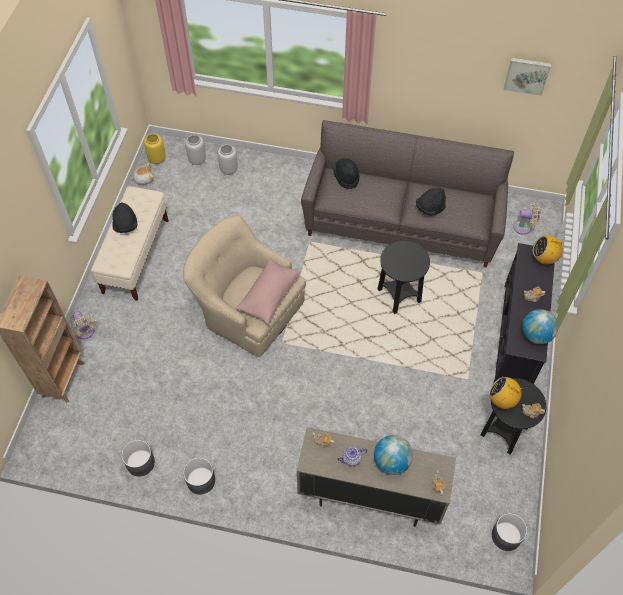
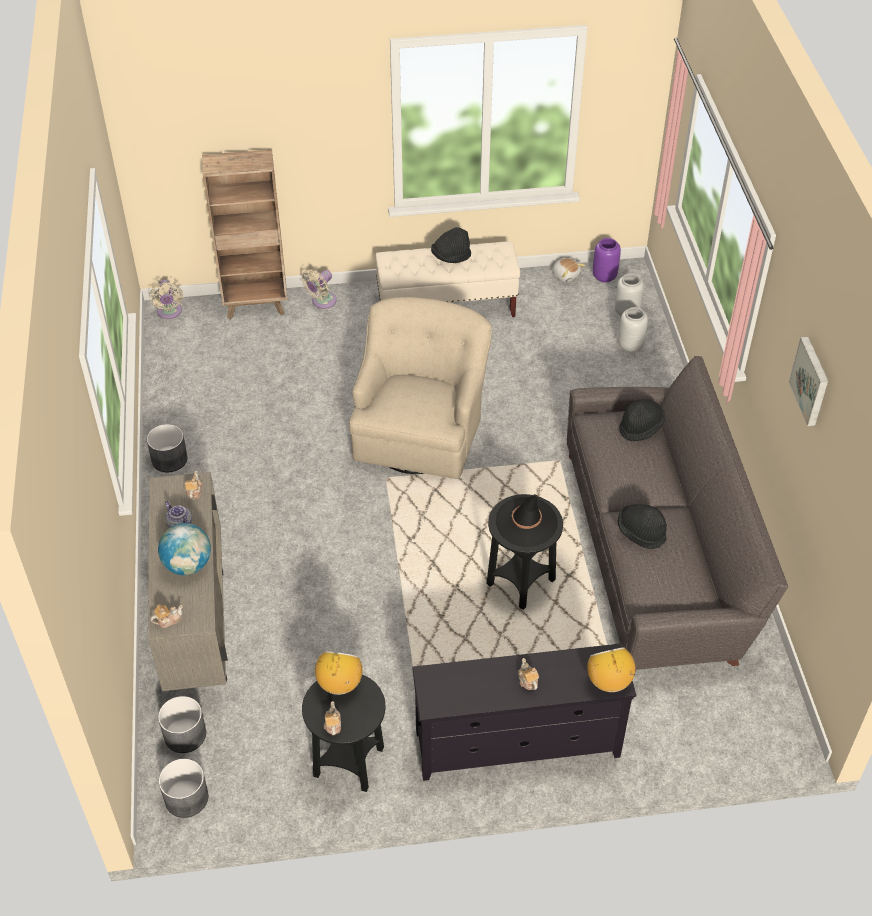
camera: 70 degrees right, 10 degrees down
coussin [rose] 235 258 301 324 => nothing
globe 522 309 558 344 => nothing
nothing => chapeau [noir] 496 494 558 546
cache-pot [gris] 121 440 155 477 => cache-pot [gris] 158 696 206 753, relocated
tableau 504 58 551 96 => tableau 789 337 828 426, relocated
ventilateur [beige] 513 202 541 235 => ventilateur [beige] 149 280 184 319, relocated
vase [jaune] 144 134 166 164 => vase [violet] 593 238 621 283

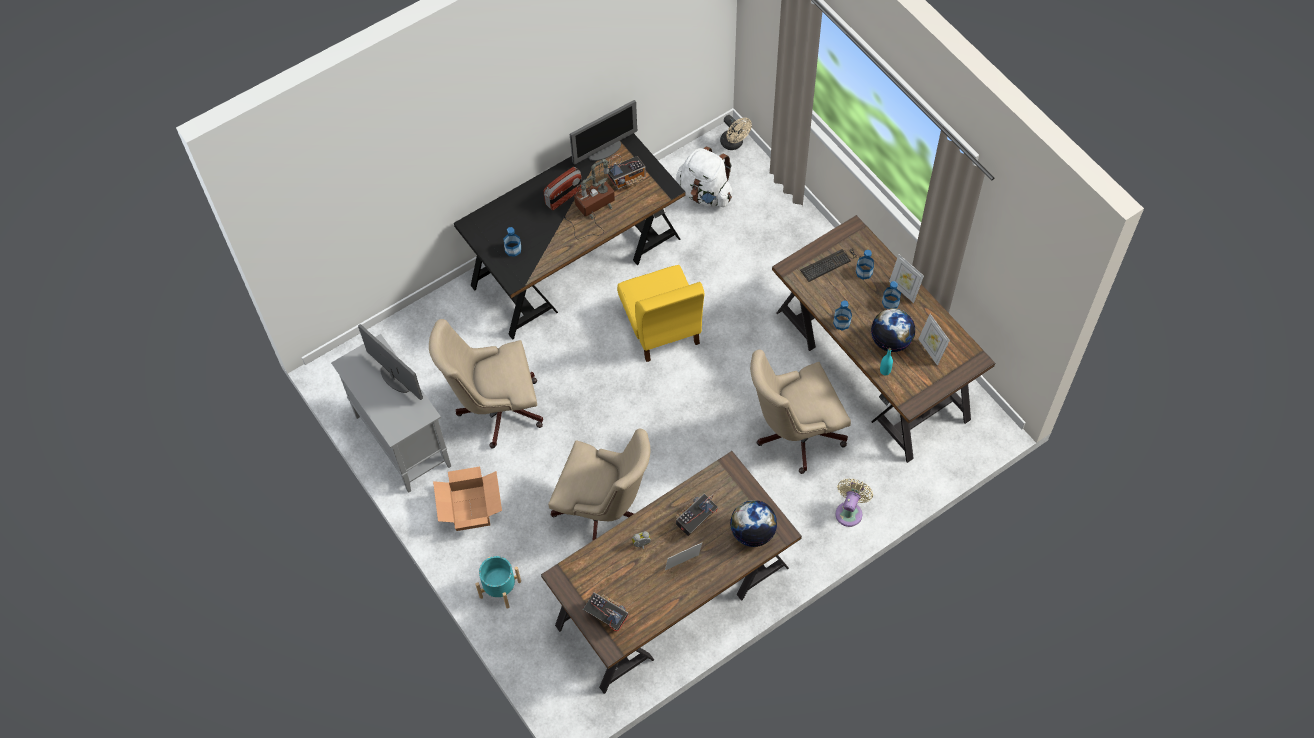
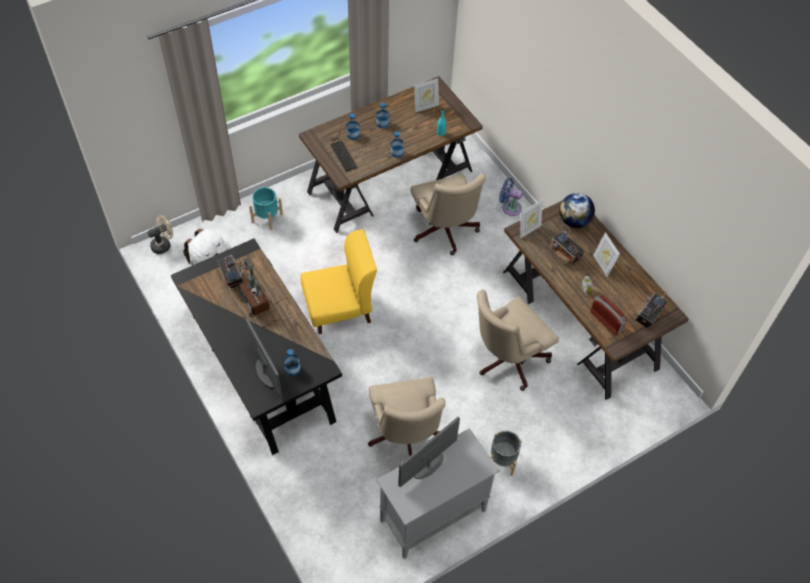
camera: 90 degrees left, 5 degrees down
globe 871 308 915 352 => nothing
cache-pot [turquoise] 476 556 521 609 => cache-pot [turquoise] 249 187 283 230, relocated
radio 543 167 582 210 => radio 590 294 627 336, relocated
écran d'ordinateur 570 100 638 165 => écran d'ordinateur 245 318 283 398, relocated
cadre photo 889 255 924 303 => cadre photo 520 200 542 239, relocated
carton 433 466 502 531 => cache-pot [gris] 489 431 522 476
ventilateur [beige] 835 478 873 527 => ventilateur [bleu] 499 178 523 216
chaise de bureau [beige] 548 428 650 541 => chaise de bureau [beige] 477 290 559 391, 150 degrees counterclockwise

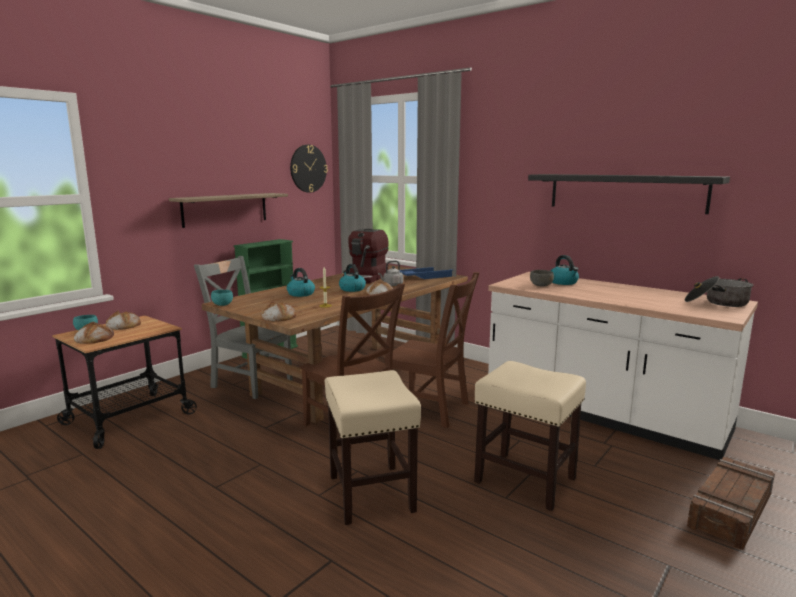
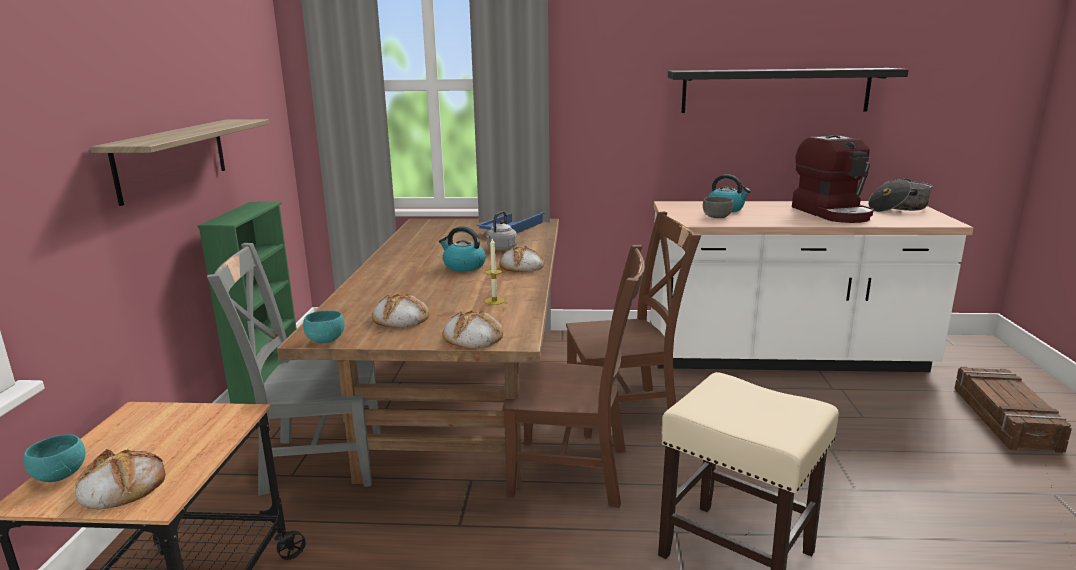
camera: 35 degrees left, 5 degrees up
bouilloire 287 268 315 297 => nothing
horloge murale 290 145 328 193 => nothing
tabouret [beige] 474 361 586 511 => nothing
pain 106 311 141 330 => pain 372 293 429 328, relocated
machine à café 343 229 389 284 => machine à café 792 135 874 223, relocated

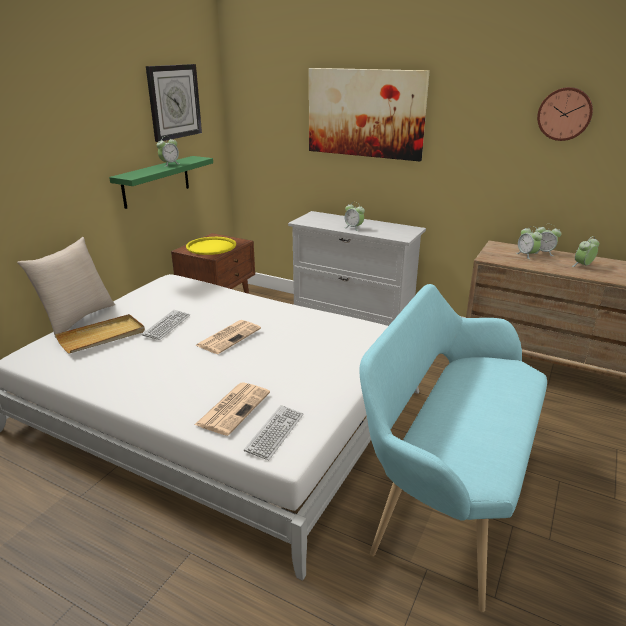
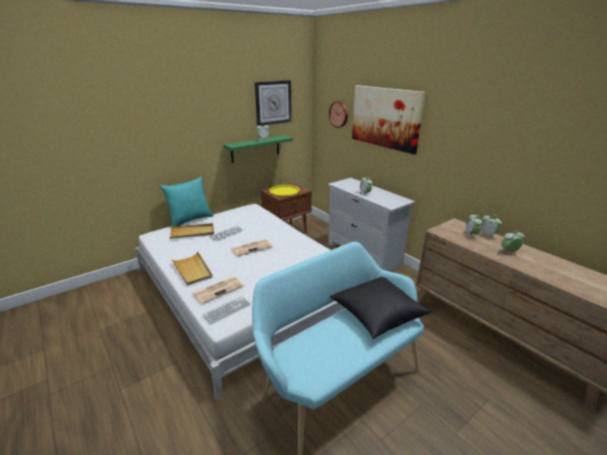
camera: 25 degrees right, 0 degrees up
nothing => plateau [beige] 171 251 213 286
nothing => coussin [noir] 330 277 431 339
horloge murale 537 87 593 141 => horloge murale 329 101 348 128, relocated
coussin [beige] 17 237 115 338 => coussin [turquoise] 160 176 213 227

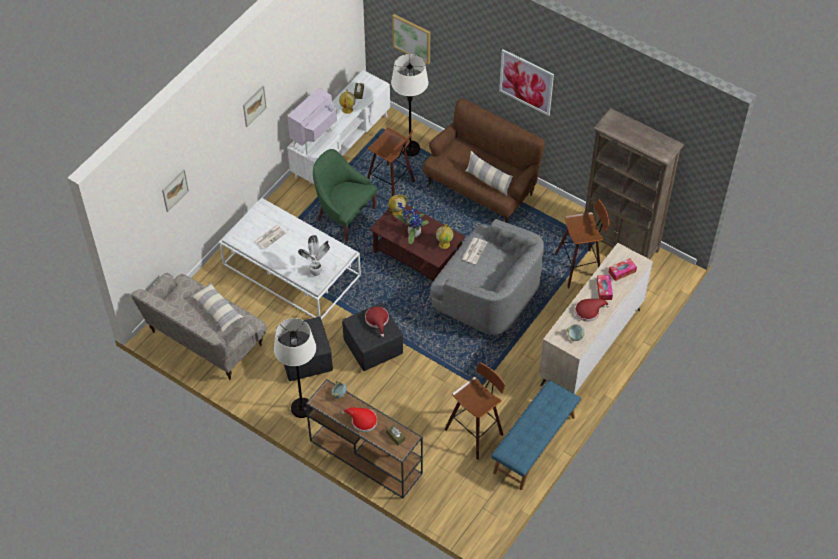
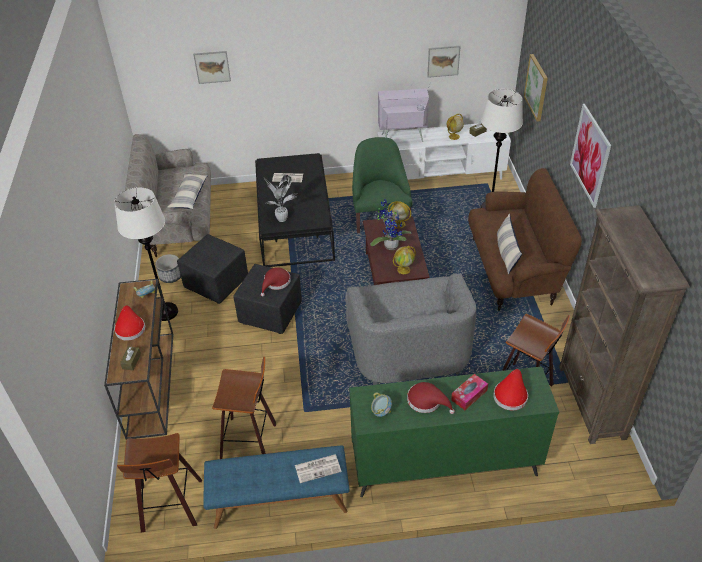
camera: 50 degrees right, 10 degrees down
nothing => cache-pot 155 254 181 283
tableau 243 86 267 127 => tableau 427 46 461 78, relocated
tabouret 367 127 415 196 => tabouret 117 433 202 532, relocated
journal 461 238 488 264 => journal 295 454 341 483, relocated
boîte à mouchoirs 609 258 637 281 => chapeau [rouge] 493 369 528 411
table basse [blanc] 219 198 361 320 => table basse [noir] 255 153 335 267
commode [beige] 539 243 653 394 => commode [vert] 349 366 559 497

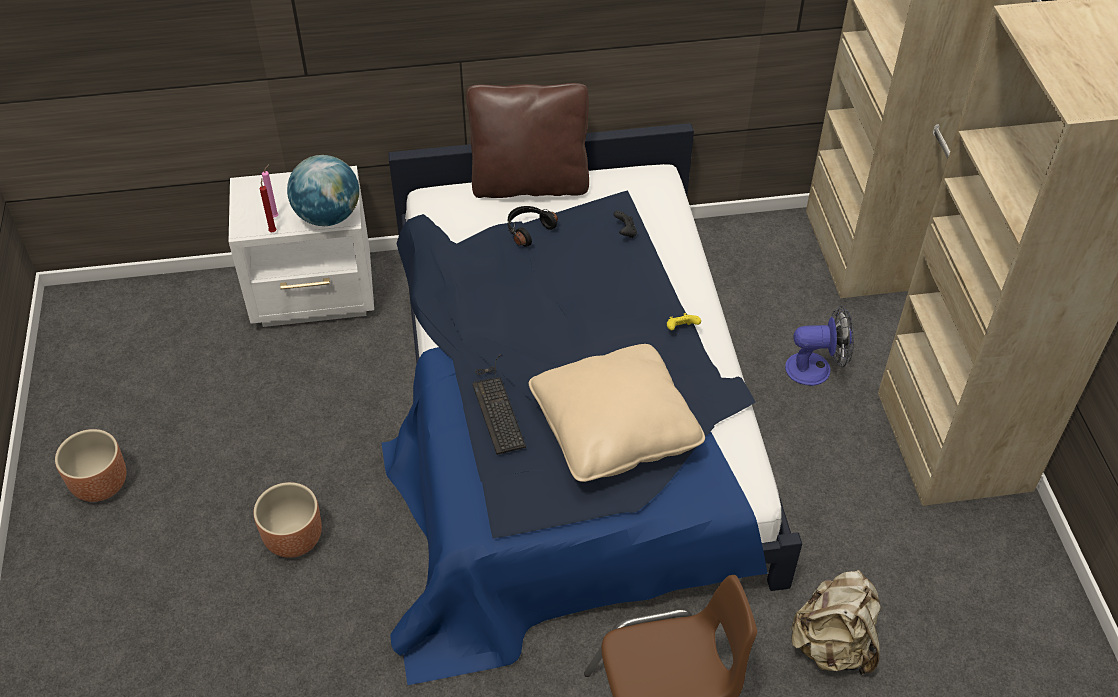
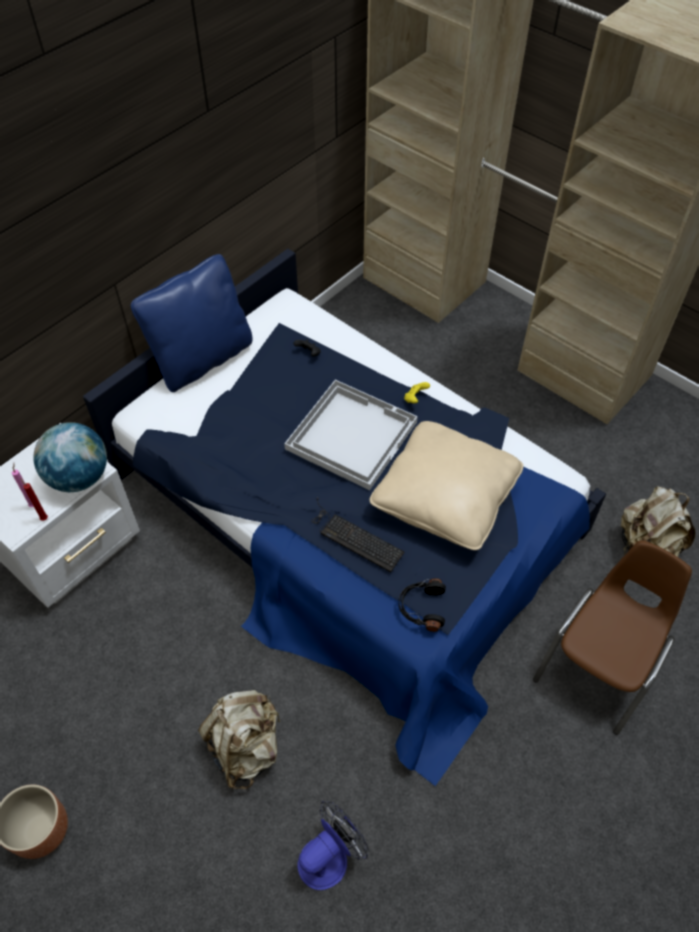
camera: 40 degrees left, 5 degrees up
nothing => plateau [blanc] 284 380 418 490
casque audio [noir] 508 206 558 247 => casque audio [noir] 399 578 446 632, relocated
ventilateur 785 306 854 386 => ventilateur 297 801 369 890, relocated
cache-pot [marron] 254 482 322 558 => sac à dos [beige] 198 690 280 789
coussin [marron] 466 83 589 198 => coussin [bleu] 131 254 253 392

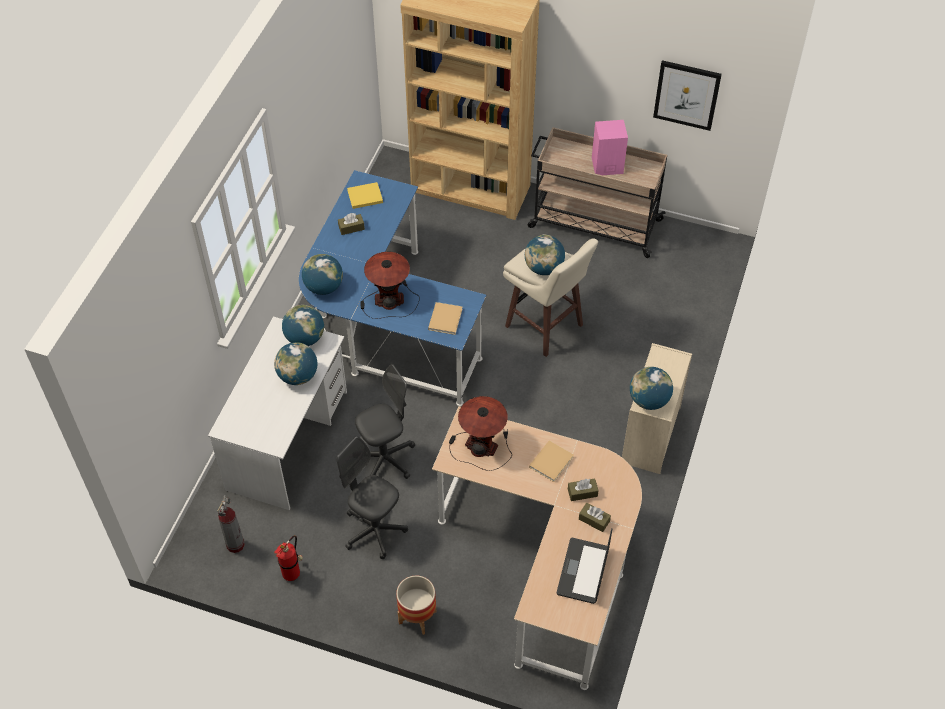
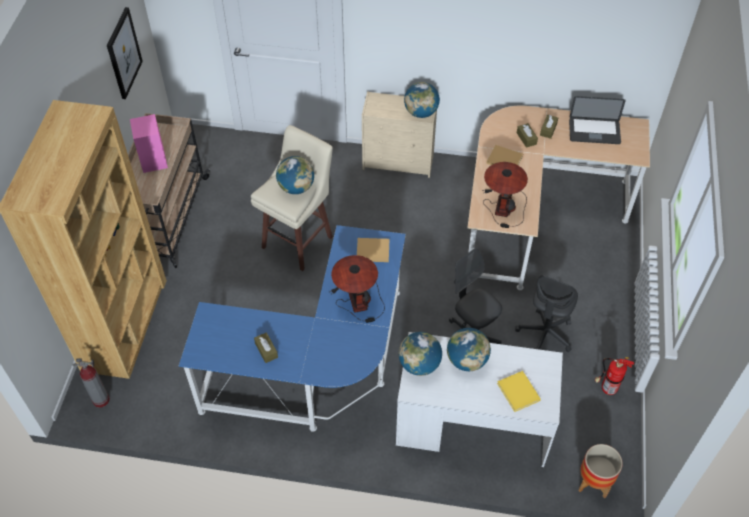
camera: 100 degrees left, 0 degrees up
globe 302 254 343 295 => nothing
extincteur 217 495 245 553 => extincteur 72 358 110 408, relocated
livre [jaune] 347 182 383 209 => livre [jaune] 497 371 541 412, relocated
cache-pot 396 576 436 635 => cache-pot 578 444 623 498, relocated

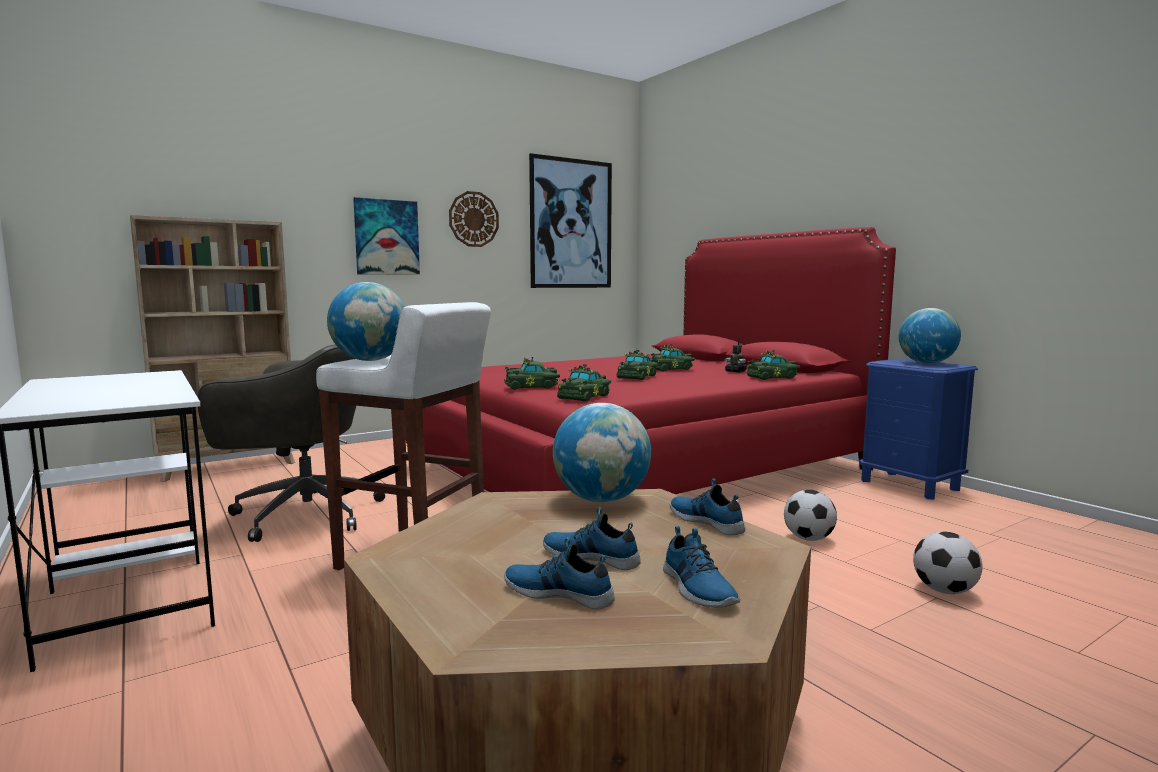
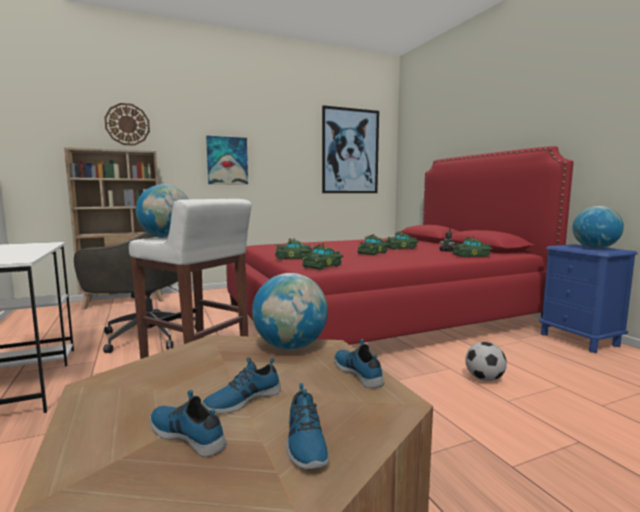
camera: 10 degrees right, 0 degrees up
ballon de foot 913 531 983 594 => nothing
horloge murale 449 191 499 247 => horloge murale 104 103 150 146, relocated
chaussure 543 507 641 570 => chaussure 202 357 281 413, 75 degrees counterclockwise

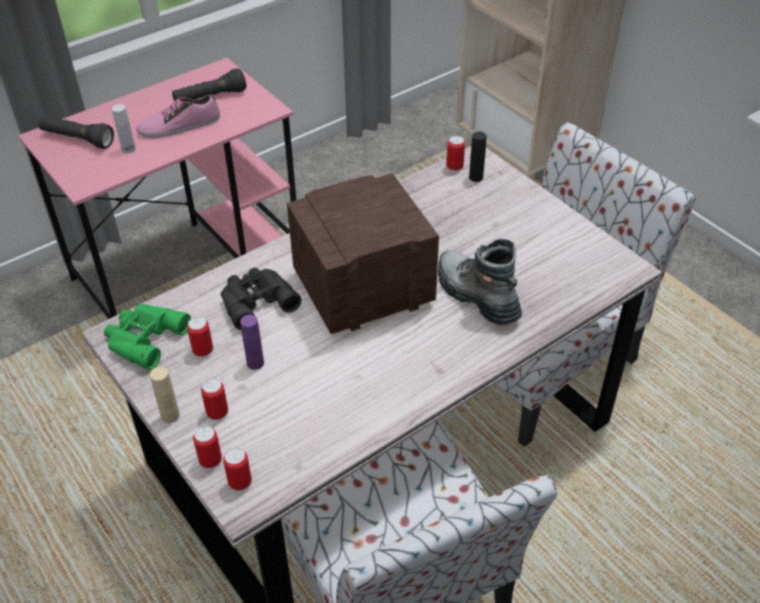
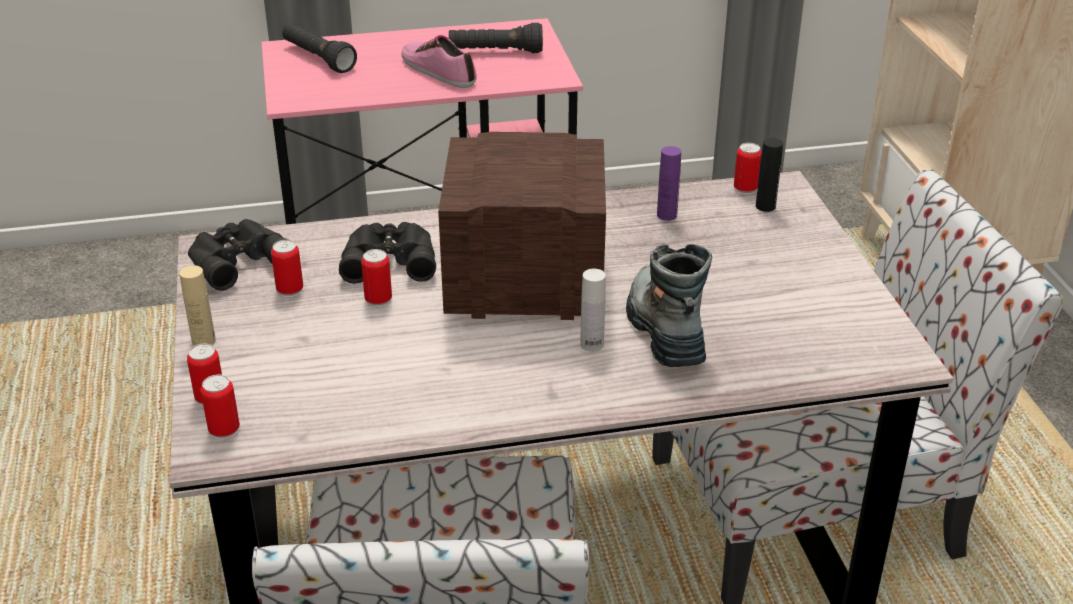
camera: 25 degrees right, 10 degrees down
bouteille [blanc] 112 104 136 154 => bouteille [blanc] 580 269 606 352, relocated
boîte métallique 201 378 228 421 => boîte métallique 361 249 392 308, relocated
bouteille [violet] 240 315 264 370 => bouteille [violet] 657 146 681 221, relocated
jumelles [vert] 104 304 191 370 => jumelles [noir] 188 219 288 291
chaussure 136 95 220 138 => chaussure 402 35 477 88, 45 degrees clockwise

